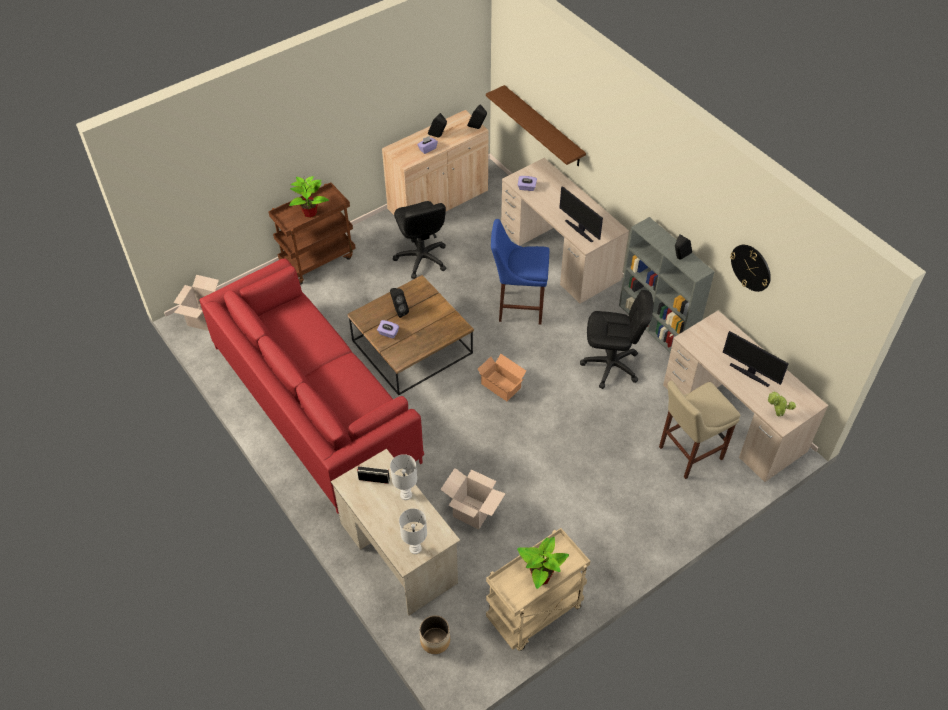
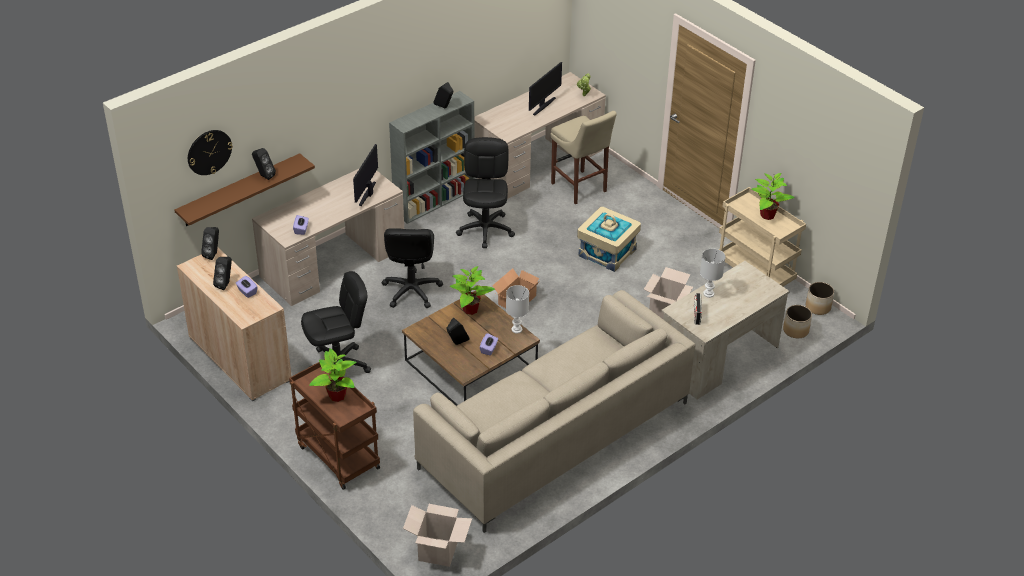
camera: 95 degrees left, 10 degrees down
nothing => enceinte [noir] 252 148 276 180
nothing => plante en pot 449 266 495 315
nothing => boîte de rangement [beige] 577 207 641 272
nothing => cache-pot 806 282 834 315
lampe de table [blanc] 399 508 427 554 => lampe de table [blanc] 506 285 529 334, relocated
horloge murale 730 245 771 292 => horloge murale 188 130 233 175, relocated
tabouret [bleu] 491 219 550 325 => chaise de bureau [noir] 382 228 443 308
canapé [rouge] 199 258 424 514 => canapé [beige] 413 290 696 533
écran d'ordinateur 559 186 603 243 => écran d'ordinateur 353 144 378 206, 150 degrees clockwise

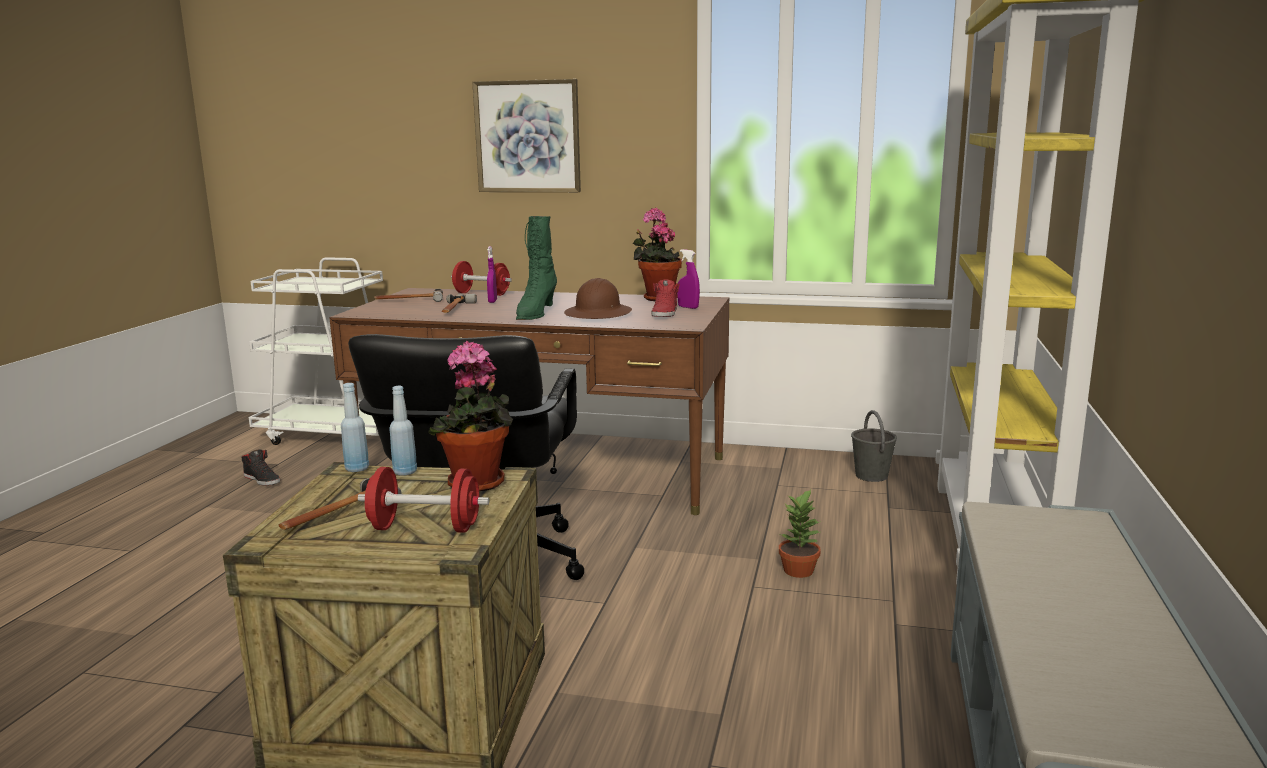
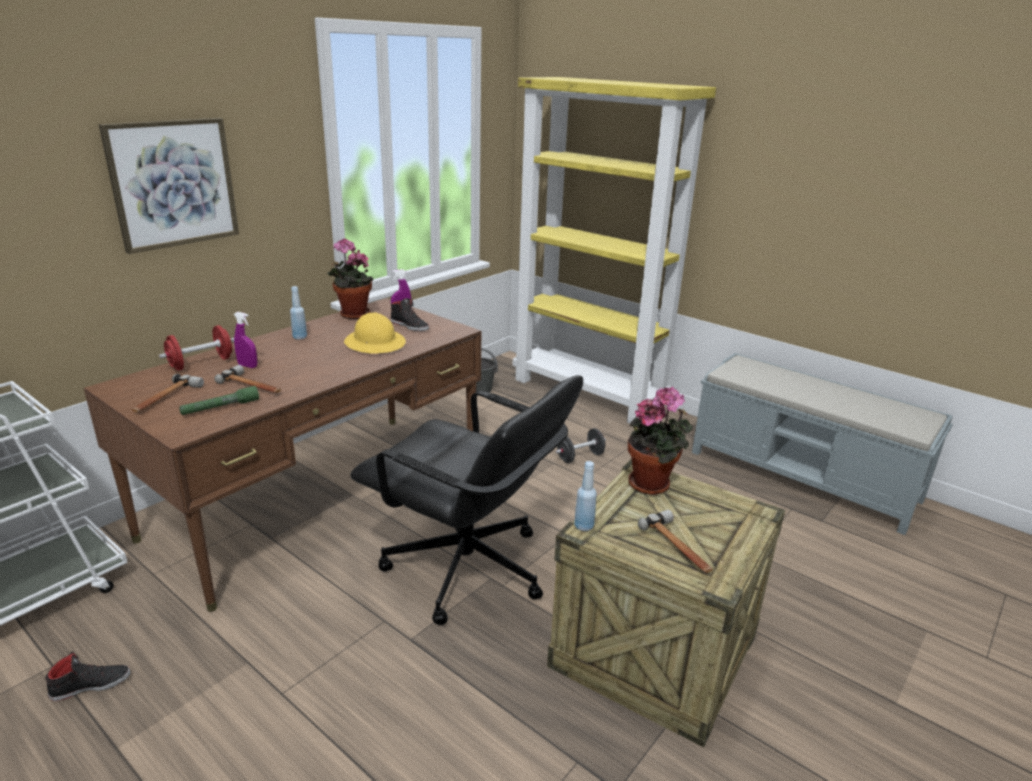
camera: 65 degrees left, 10 degrees up
haltère [rouge] 358 467 489 533 => nothing
botte [vert] 516 216 557 320 => nothing
nothing => lampe de poche [vert] 179 386 259 415
bouteille [bleu] 389 386 417 476 => bouteille [bleu] 290 286 307 340, relocated
plante en pot 779 489 821 578 => haltère [noir] 556 428 606 463
casque de chantier [marron] 564 278 632 319 => casque de chantier [jaune] 344 312 406 354
chaussure [rouge] 651 279 680 317 => chaussure [noir] 390 298 429 331

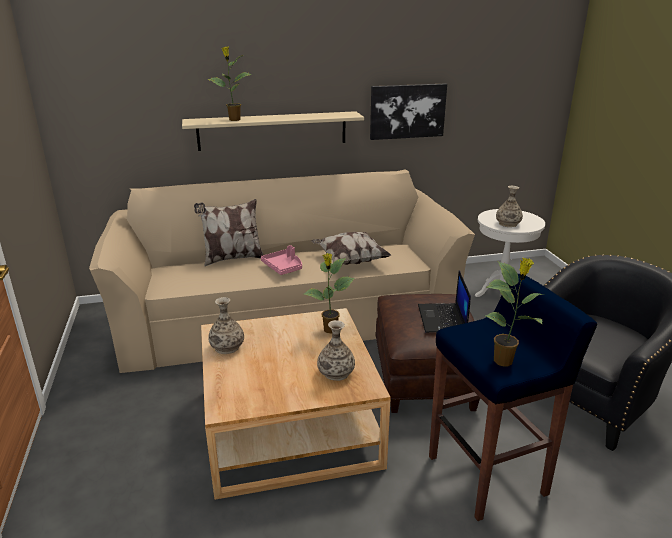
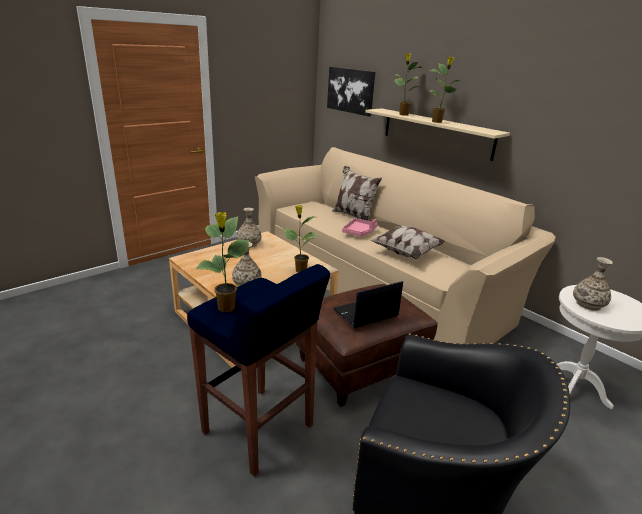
camera: 60 degrees right, 0 degrees up
nothing => plante en pot 429 56 459 123
tableau 370 84 447 140 => tableau 327 67 375 116, relocated

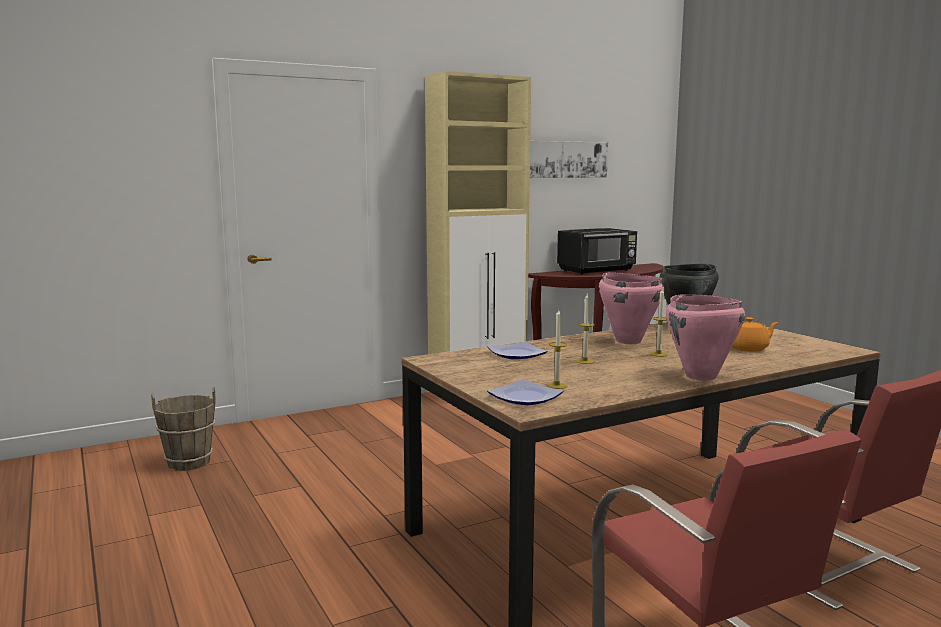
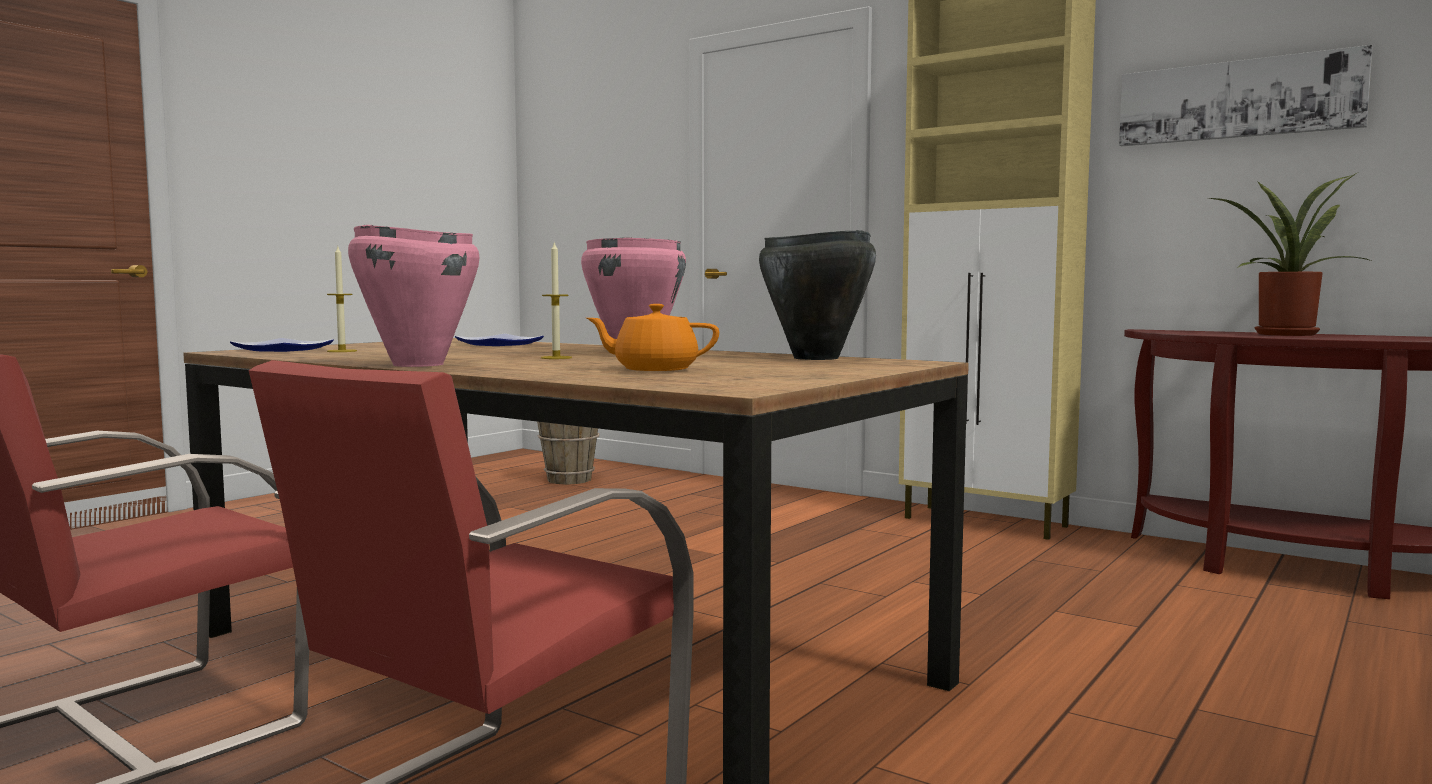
camera: 65 degrees right, 5 degrees down
bougie 576 293 595 364 => nothing
micro-ondes [noir] 557 228 637 275 => plante en pot 1210 172 1373 336
théière [orange] 732 317 779 352 => théière [orange] 586 304 719 371, 135 degrees clockwise

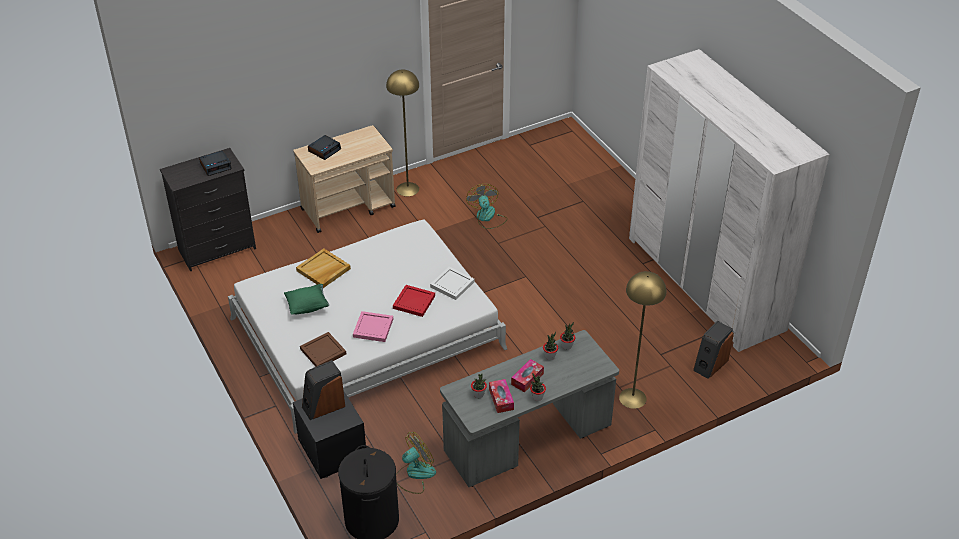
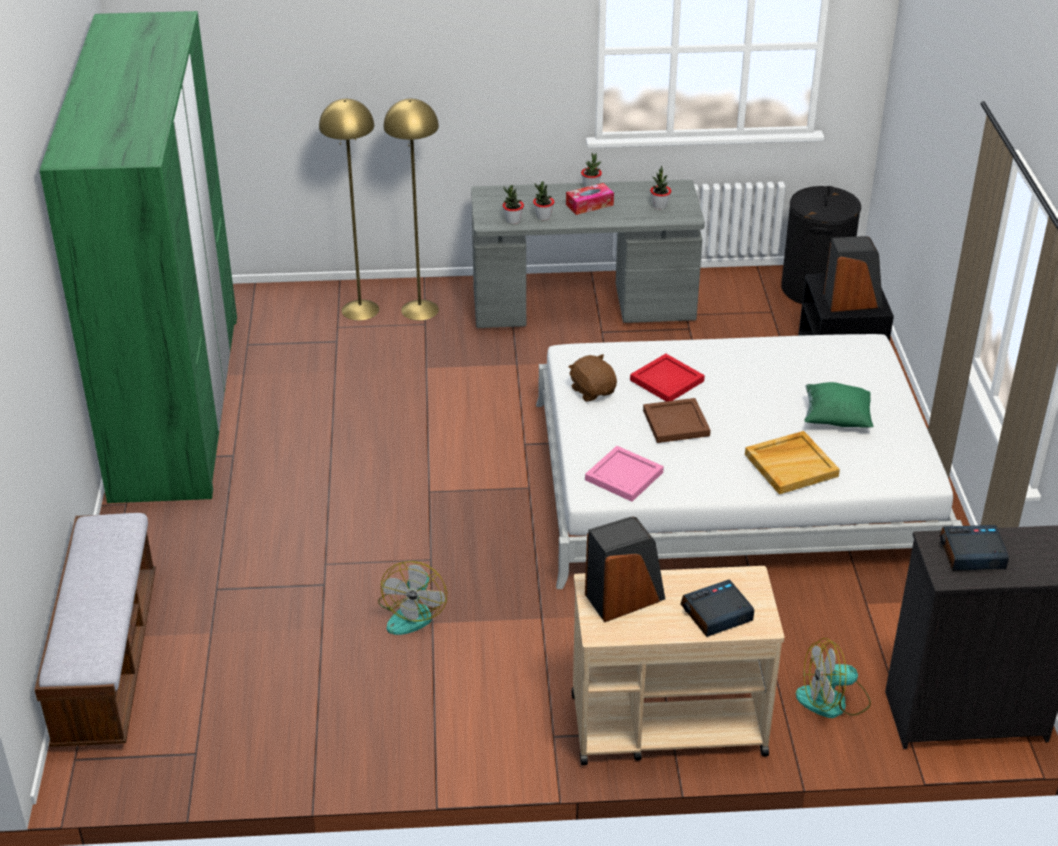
camera: 155 degrees left, 5 degrees down
boîte à mouchoirs 489 379 514 413 => nothing
nothing => banc 34 513 156 747
plateau [marron] 300 332 346 367 => plateau [marron] 643 398 711 443, relocated
plateau [rose] 353 311 393 342 => plateau [rose] 585 446 664 502, relocated
lampadaire [jaune] 386 69 419 196 => lampadaire [jaune] 319 99 379 321, relocated
ventilateur 396 432 436 494 => ventilateur 796 638 871 718, relocated
enceinte 693 321 734 379 => enceinte 585 516 665 622, relocated
plateau [blanc] 430 267 475 300 => peluche [marron] 568 354 617 402
armoire [blanc] 629 49 829 352 => armoire [vert] 40 11 237 503

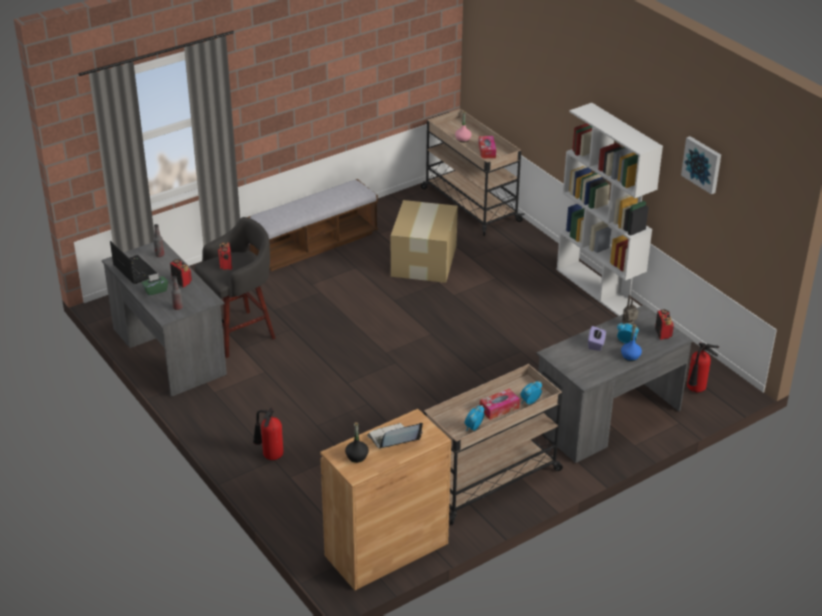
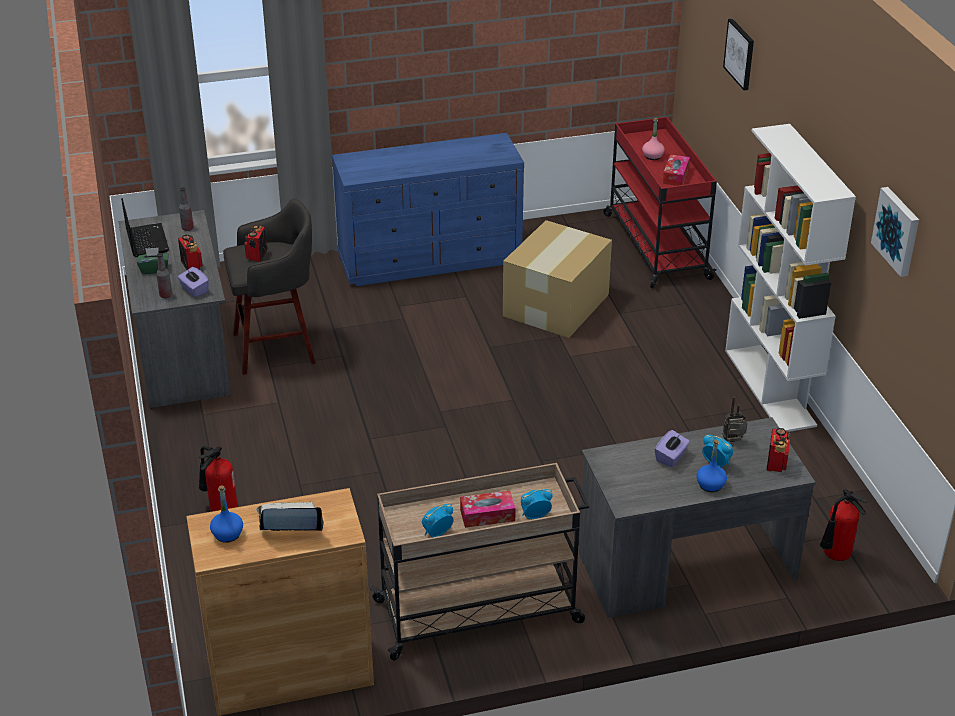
camera: 20 degrees right, 0 degrees up
nothing => boîte à mouchoirs [violet] 178 267 209 297
nothing => tableau 723 19 754 90
banc 247 179 378 271 => commode [bleu] 332 133 524 286
bouteille [noir] 345 422 369 463 => bouteille [bleu] 210 486 243 543
chariot [beige] 421 109 524 236 => chariot [rouge] 603 117 717 288

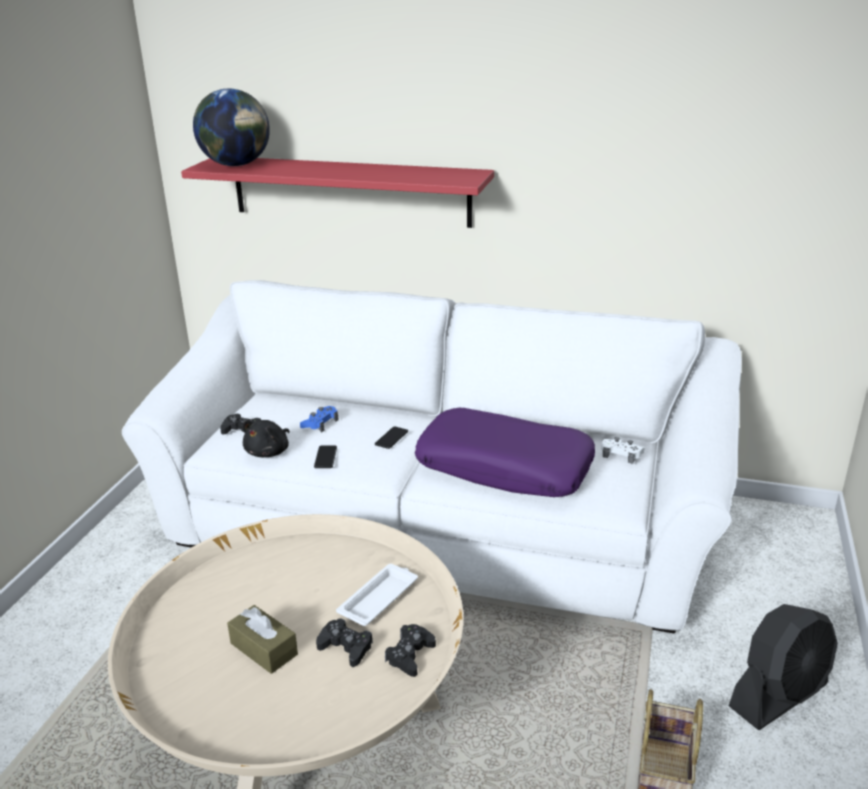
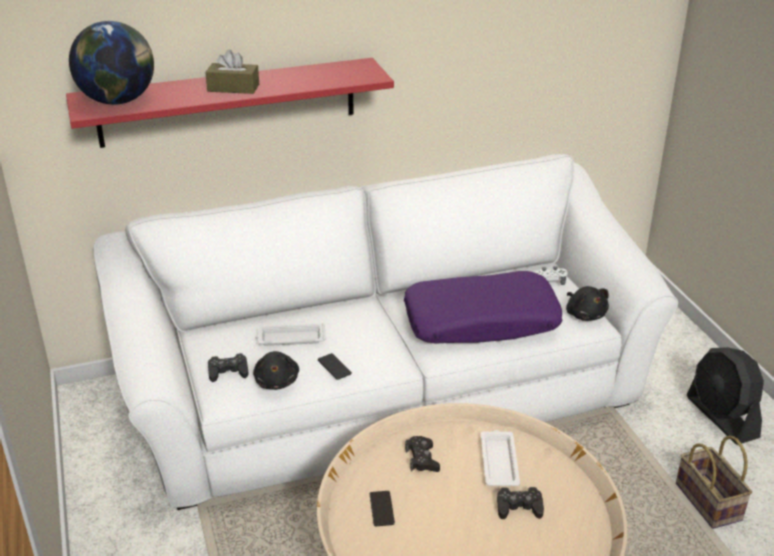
camera: 35 degrees left, 5 degrees up
nothing => peluche [noir] 566 286 609 321
boîte à mouchoirs [marron] 227 605 298 674 => boîte à mouchoirs [marron] 205 49 259 94, relocated
téléphone 375 426 408 449 => téléphone 370 491 395 526, relocated
manette [noir] 385 624 436 677 => manette [noir] 405 436 440 472, relocated
manette [bleu] 300 406 338 432 => plateau [blanc] 255 323 325 346
ventilateur [noir] 729 604 838 730 => ventilateur [noir] 687 347 764 445, 135 degrees clockwise

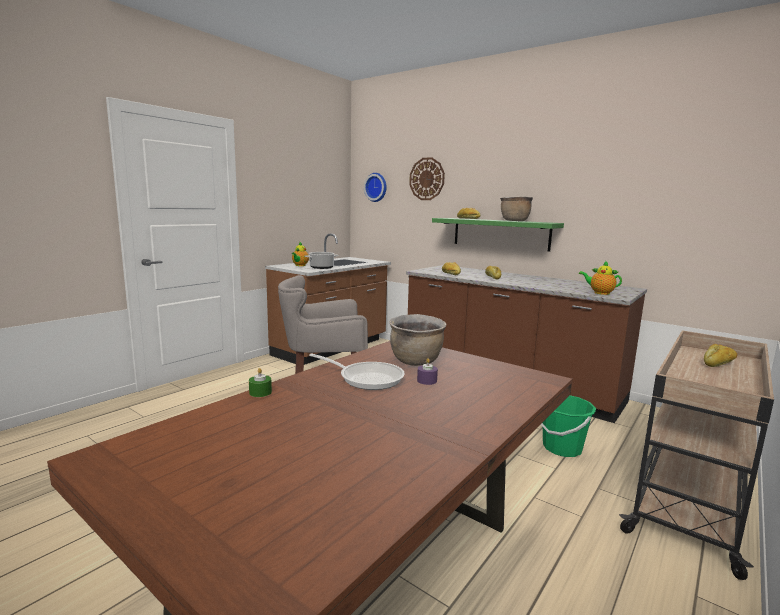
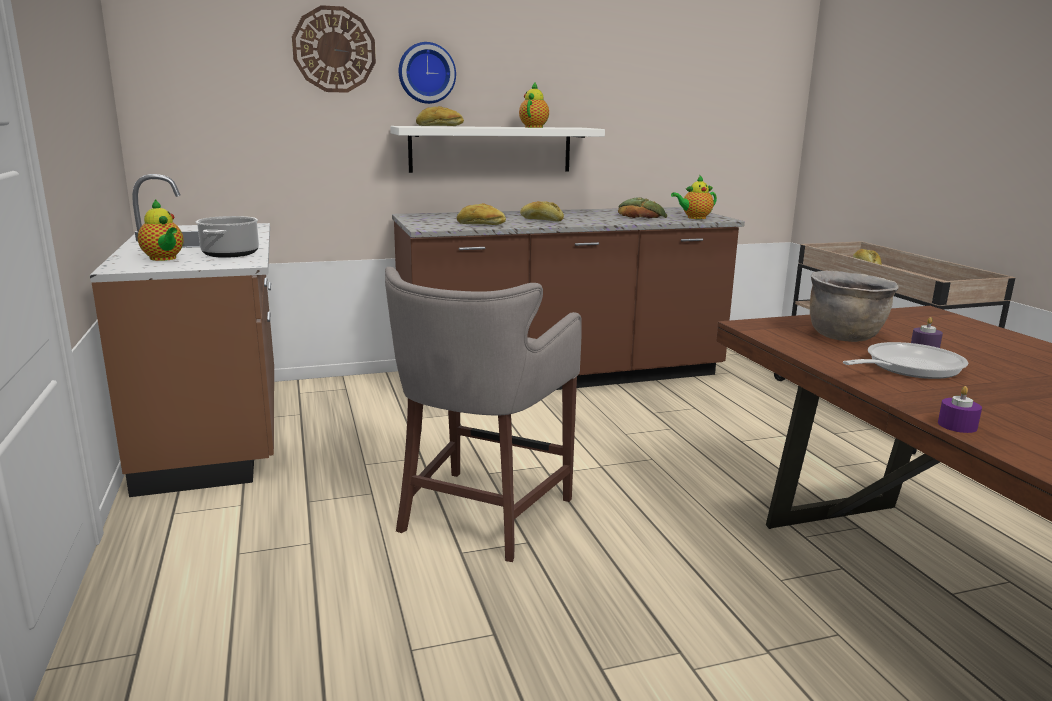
camera: 55 degrees left, 5 degrees up
seau [vert] 541 395 596 457 => nothing
nothing => pain 618 197 667 219
horloge murale 364 173 386 202 => horloge murale 399 42 456 104, relocated
marmite [marron] 500 197 533 221 => théière 519 83 549 128
bougie [vert] 249 368 272 397 => bougie [violet] 938 386 982 433
étagère [vert] 432 218 564 252 => étagère [blanc] 390 126 605 173

